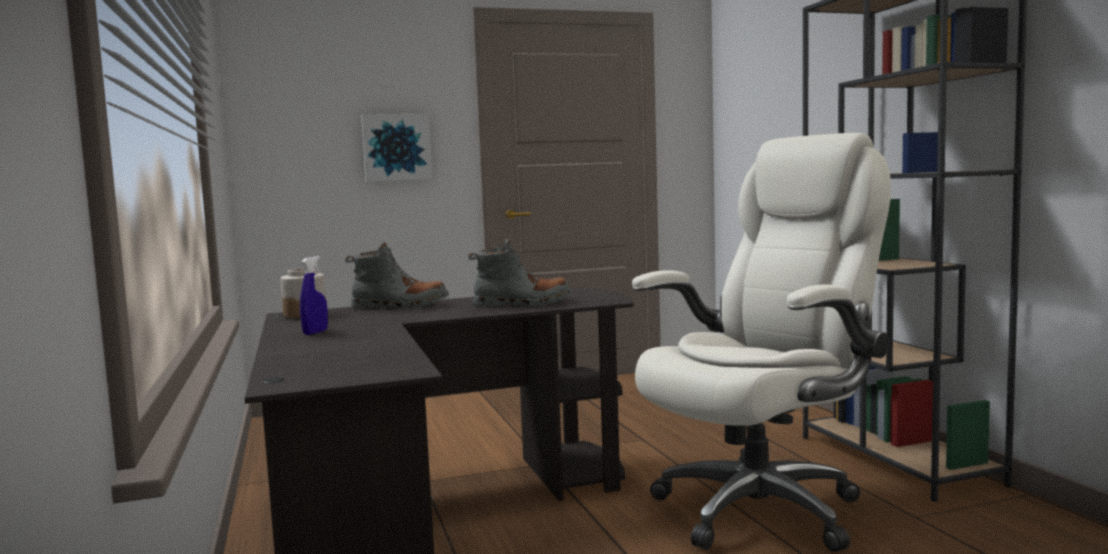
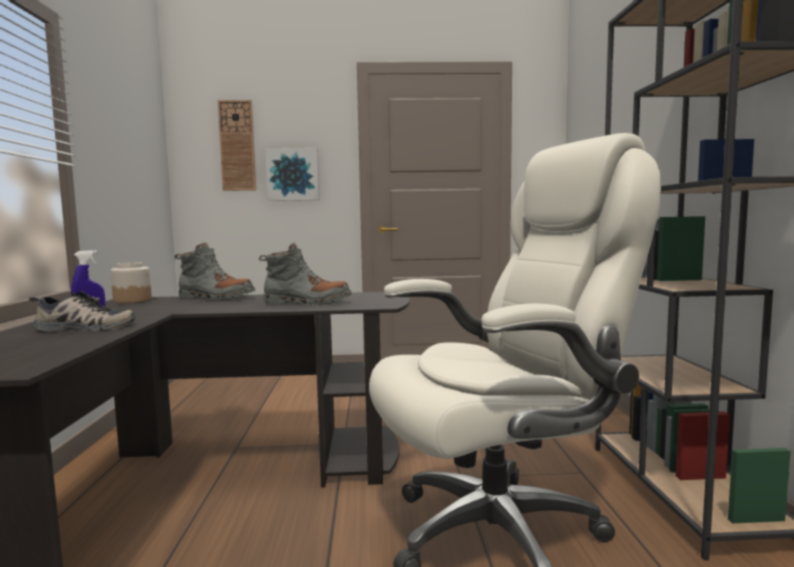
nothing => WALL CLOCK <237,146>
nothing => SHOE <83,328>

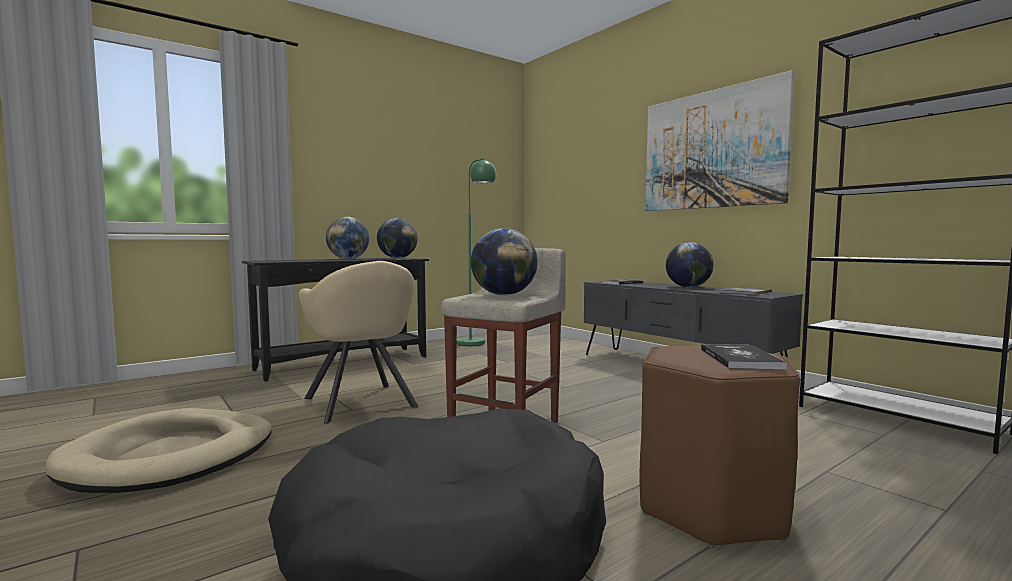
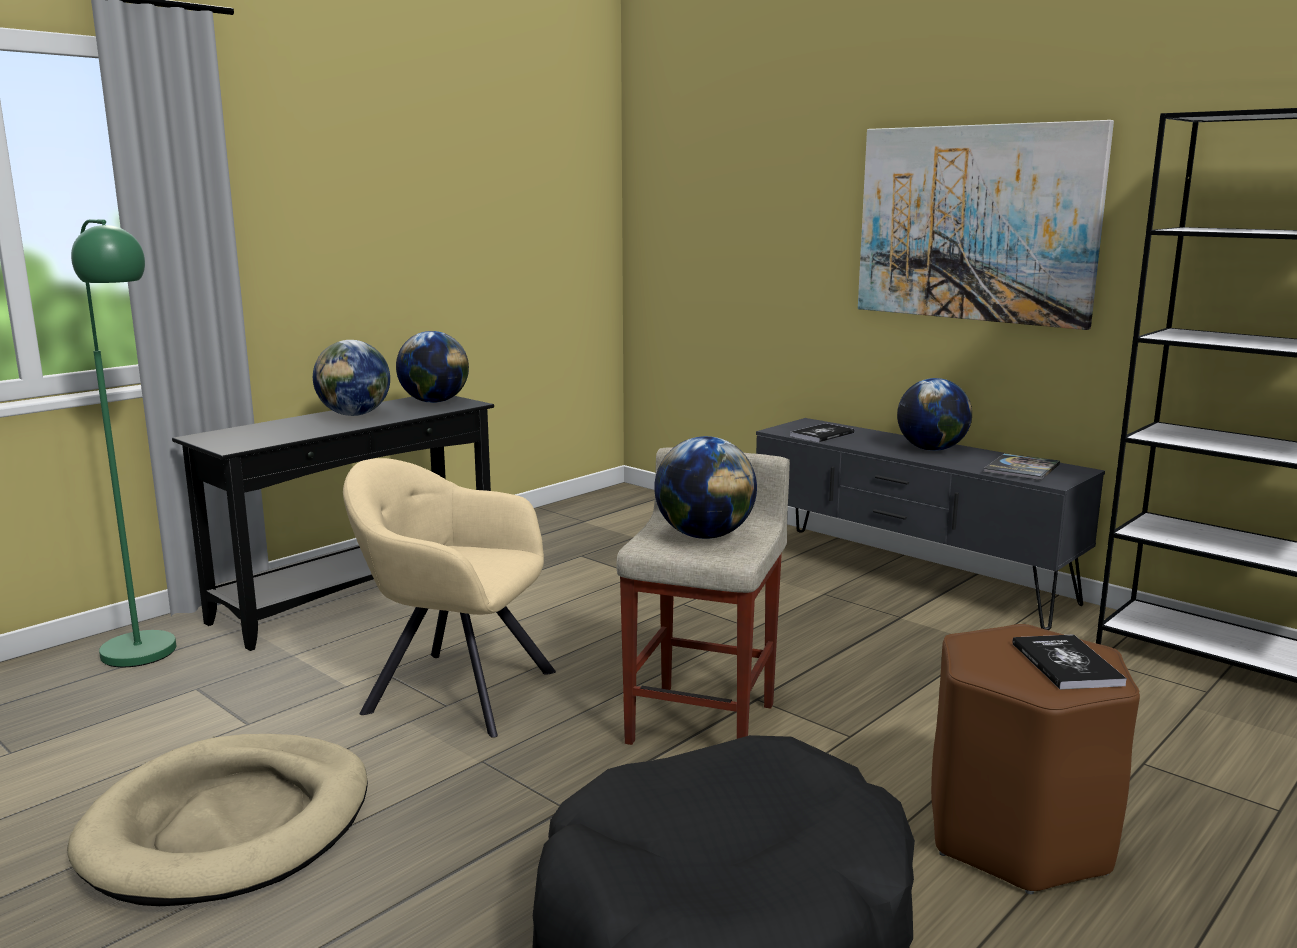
GREEN FLOOR LAMP <475,344> => GREEN FLOOR LAMP <149,659>, shifted
BEIGE ARMCHAIR <361,403> => BEIGE ARMCHAIR <453,690>, 150 degrees clockwise

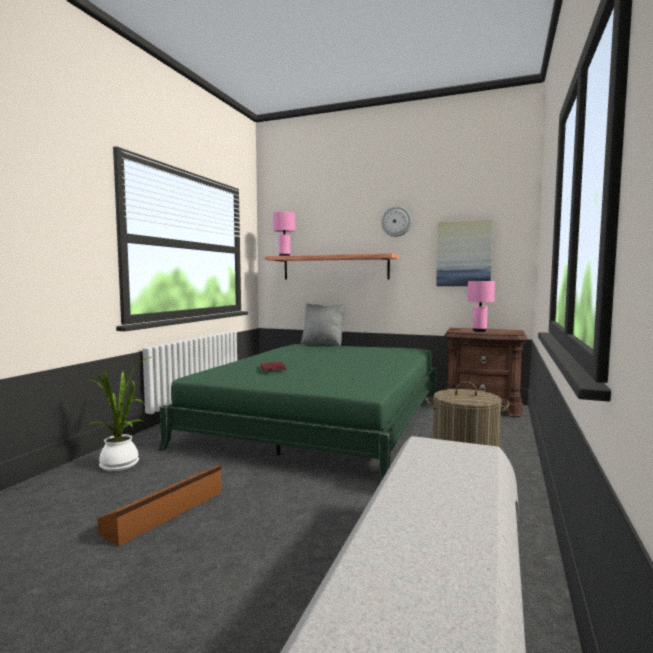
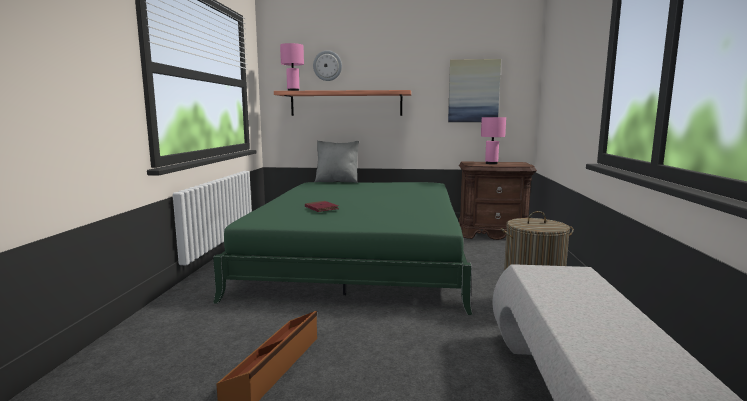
WALL CLOCK <396,221> => WALL CLOCK <327,65>, shifted
POTTED PLANT <122,465> => nothing

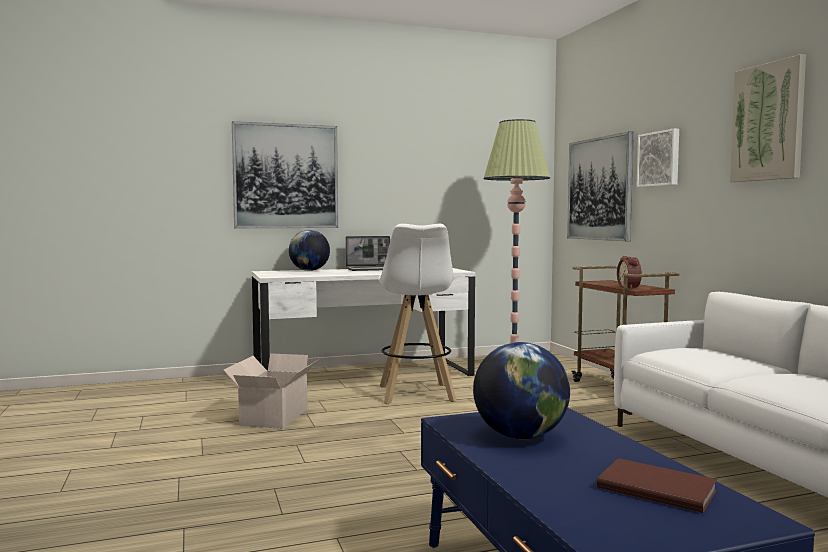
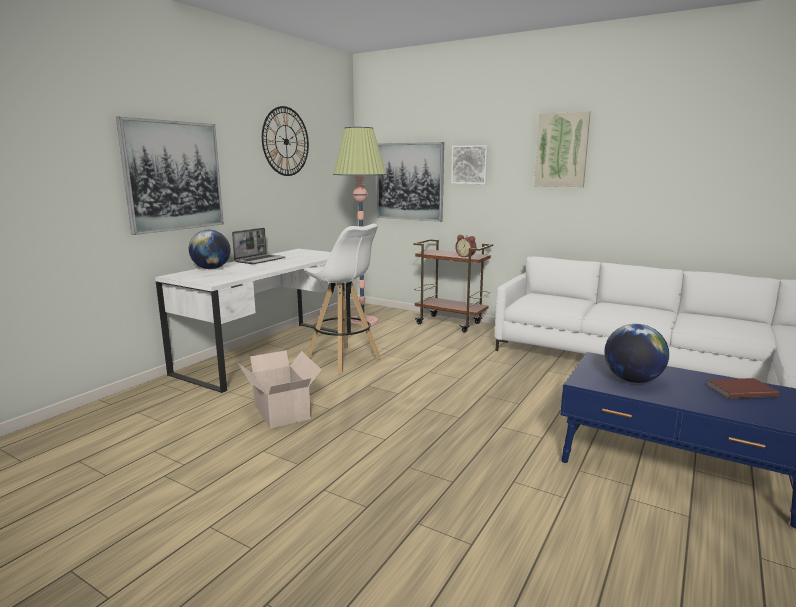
nothing => WALL CLOCK <286,141>

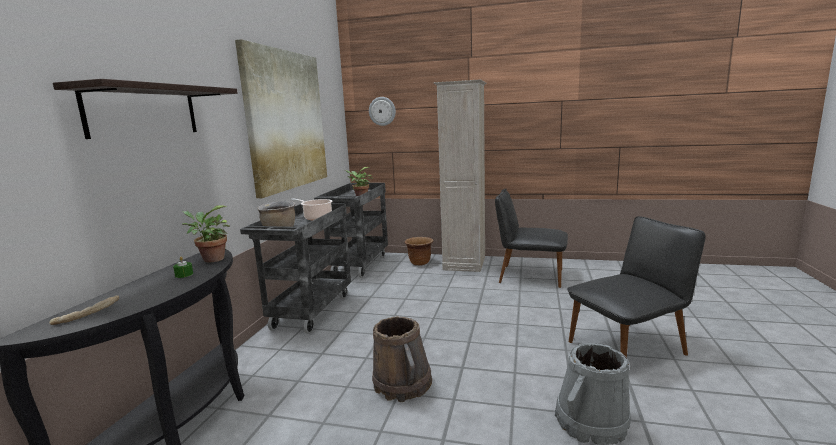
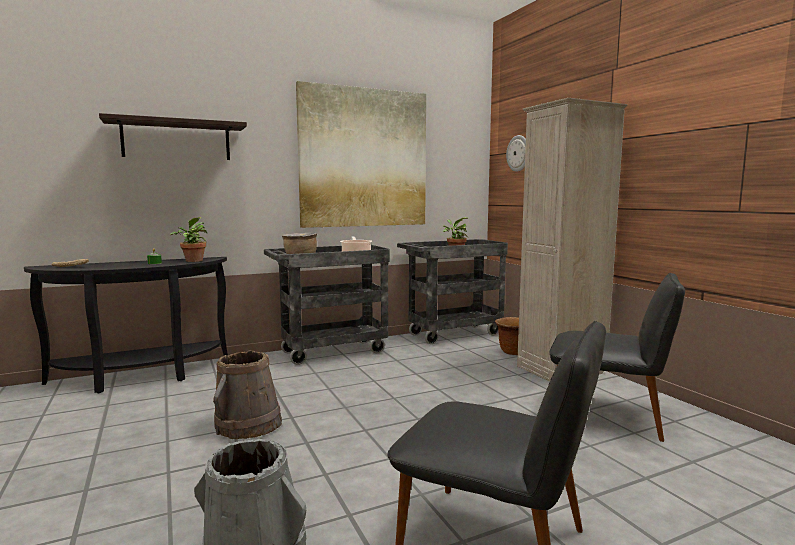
BLACK CHAIR <531,276> => BLACK CHAIR <607,414>, 135 degrees clockwise

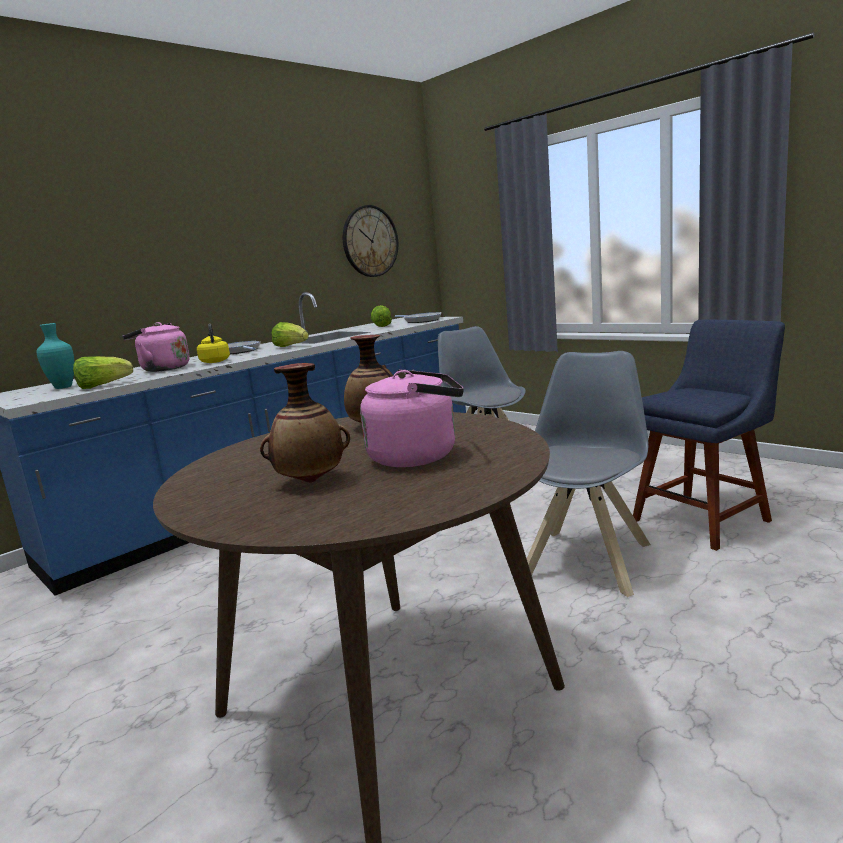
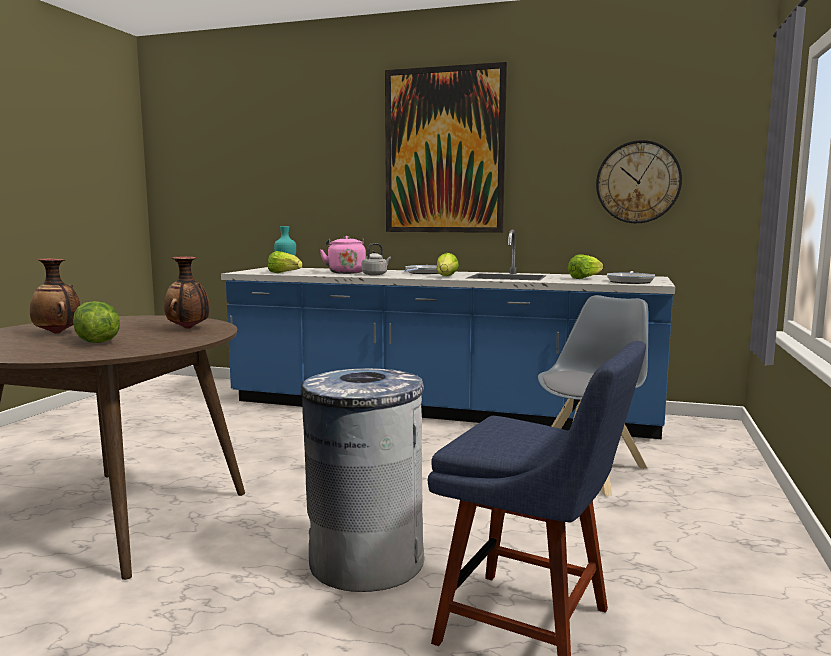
YELLOW KETTLE <215,361> => GREY KETTLE <375,274>
GREY CHAIR <588,559> => GREY TRASH CAN <366,561>
PINK KETTLE <418,456> => LETTUCE <95,341>
nothing => PICTURE <444,151>

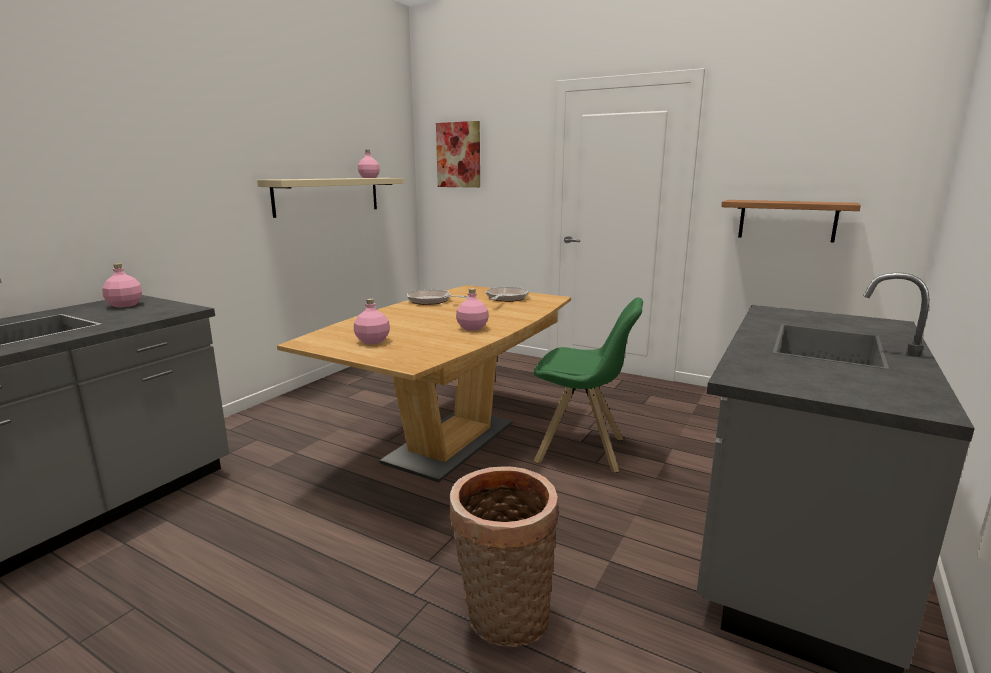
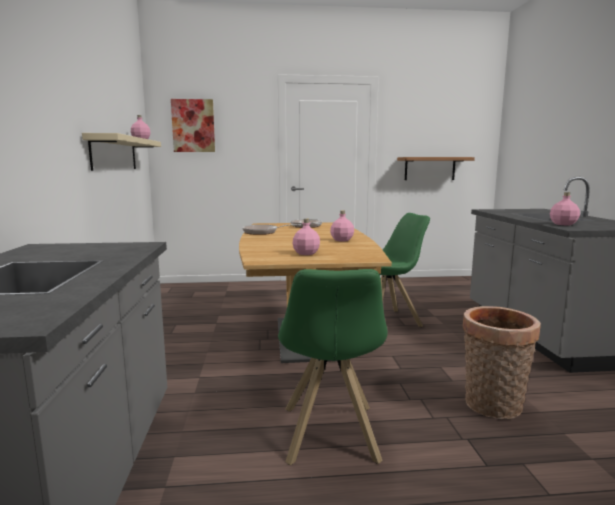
PINK BOTTLE <125,305> => PINK BOTTLE <563,224>, shifted
nothing => GREEN CHAIR <330,434>

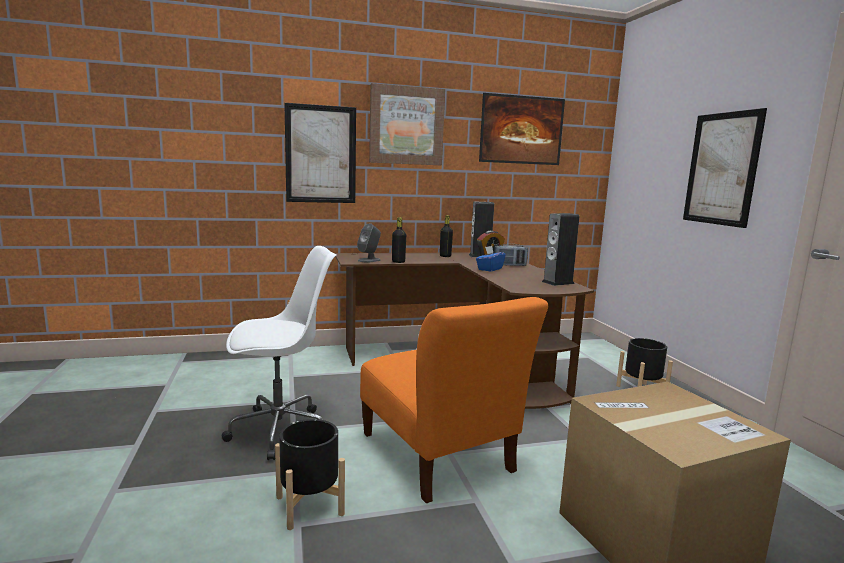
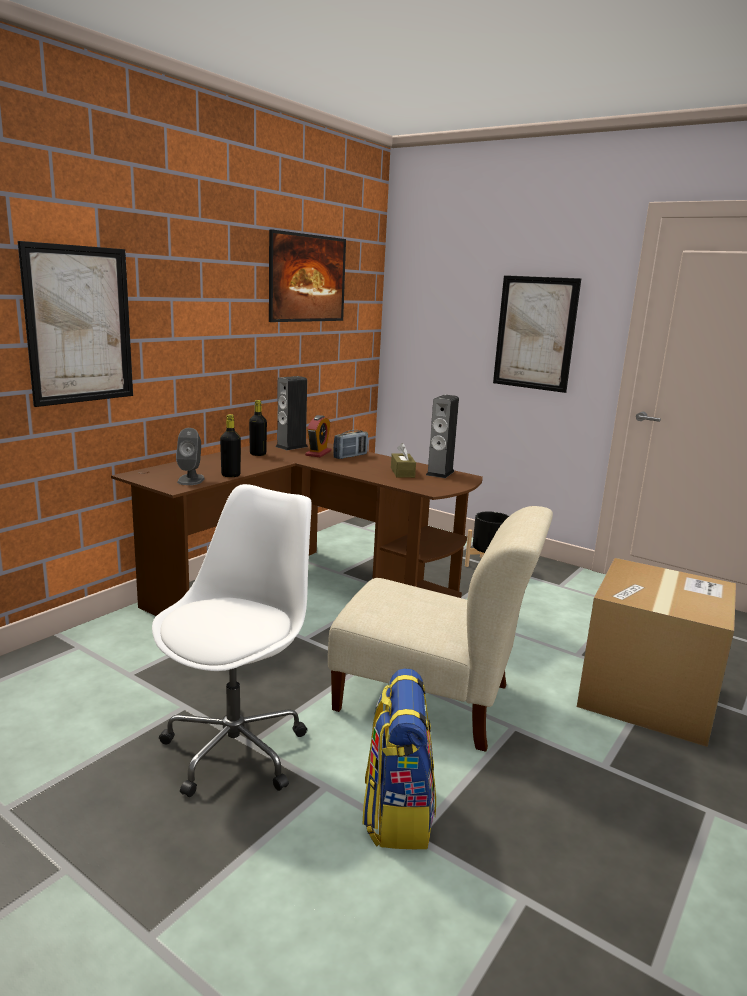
PICTURE <406,126> => nothing
BLUE TISSUE BOX <489,269> => nothing
ORANGE CHAIR <438,456> => BEIGE CHAIR <430,701>
BLACK PLANTER <309,505> => BACKPACK <397,812>
nothing => BROWN TISSUE BOX <402,472>

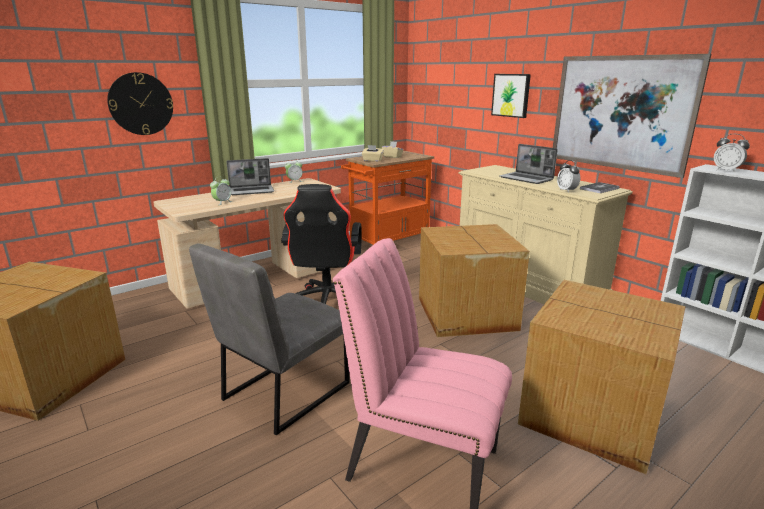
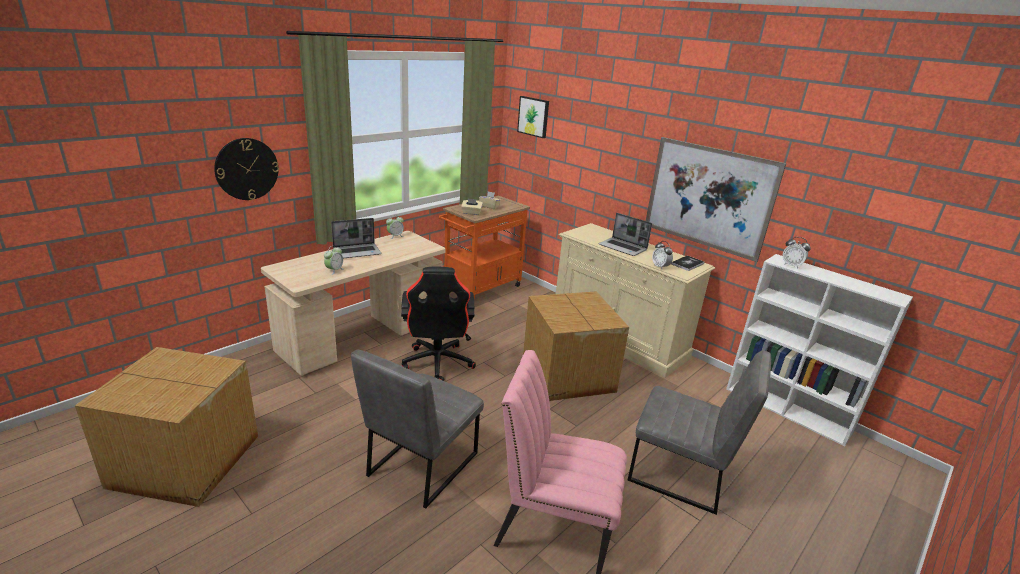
PICTURE <511,95> => PICTURE <534,116>, shifted
CARDBOARD BOX <593,415> => GREY CHAIR <680,475>

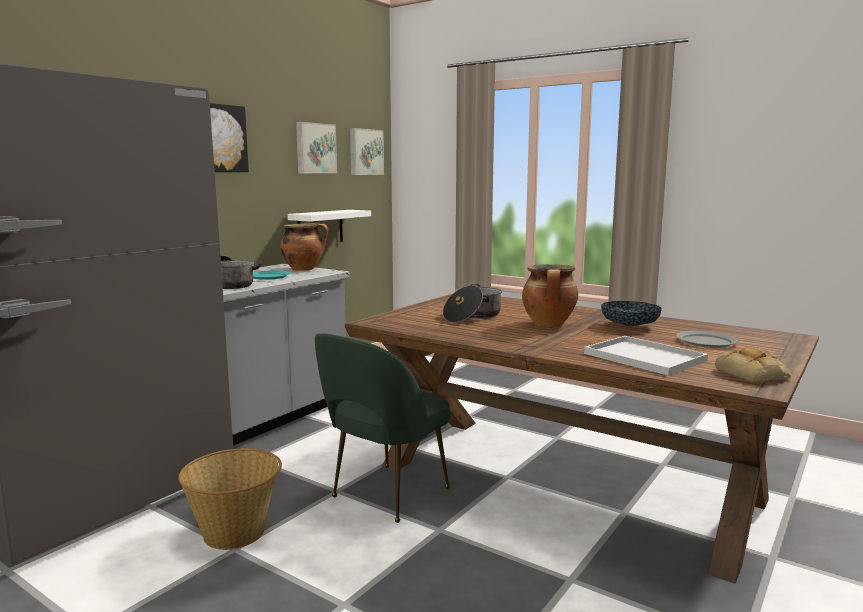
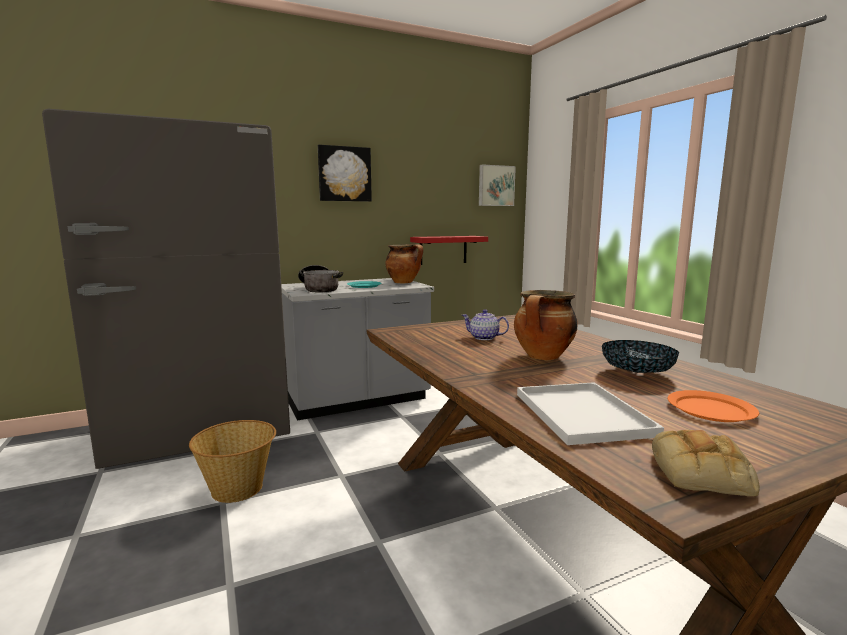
PICTURE <315,148> => nothing
WHITE SHELF <320,228> => RED SHELF <443,250>
COOKING POT <472,316> => TEAPOT <484,338>
GREY PLATE <706,341> => ORANGE PLATE <711,409>
GREEN CHAIR <384,496> => nothing

